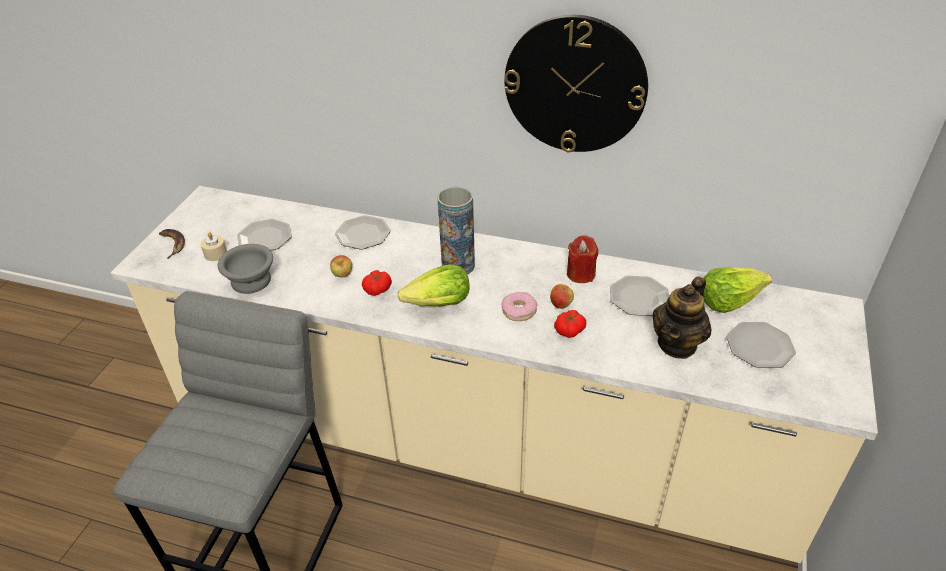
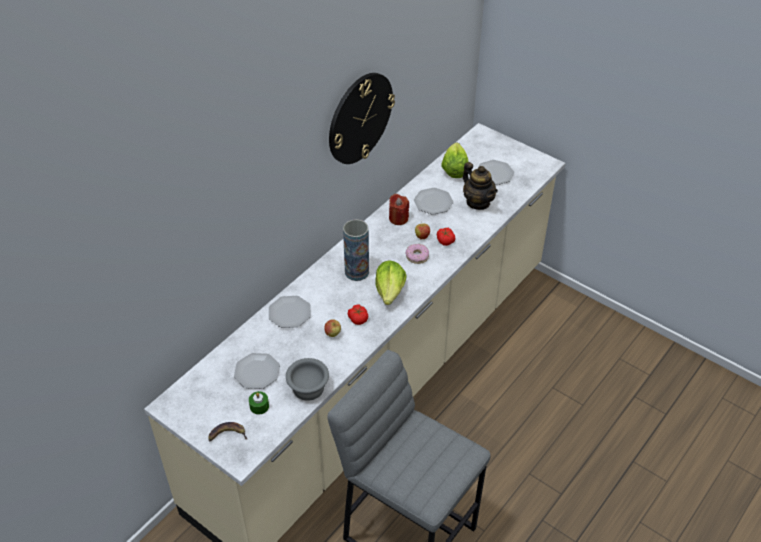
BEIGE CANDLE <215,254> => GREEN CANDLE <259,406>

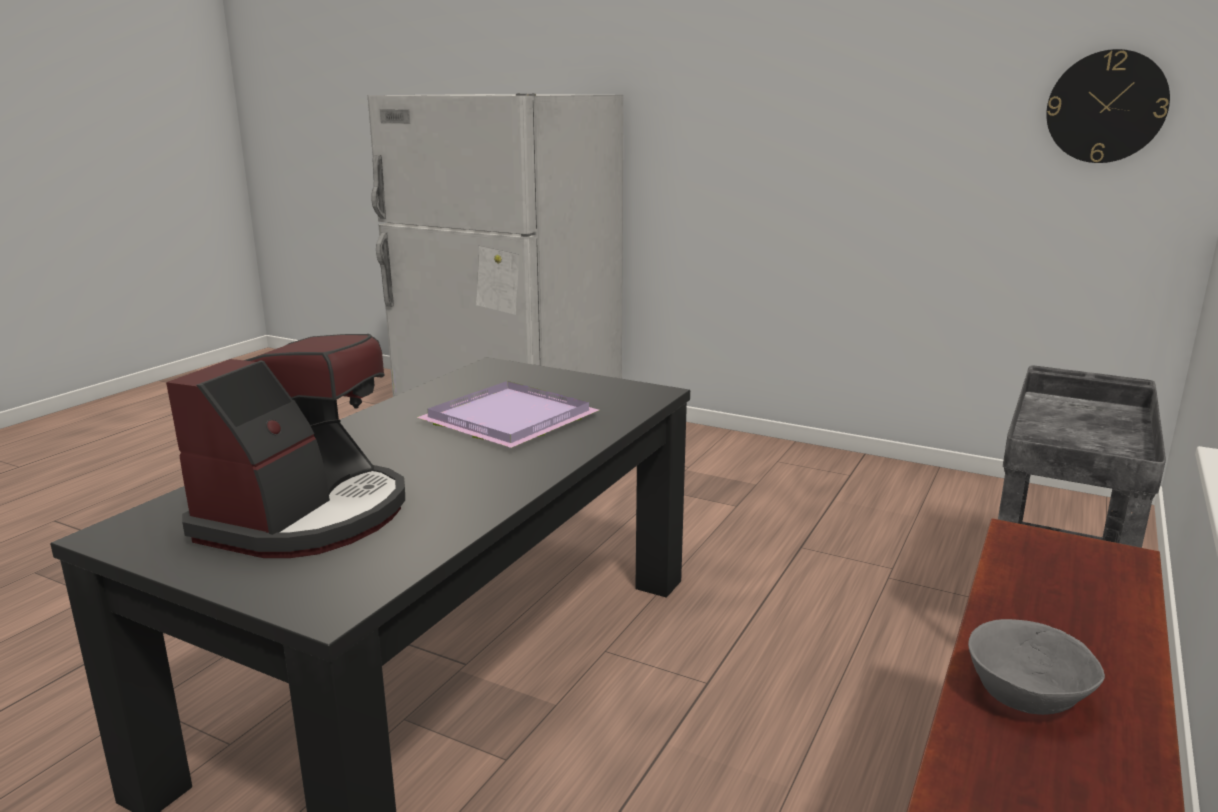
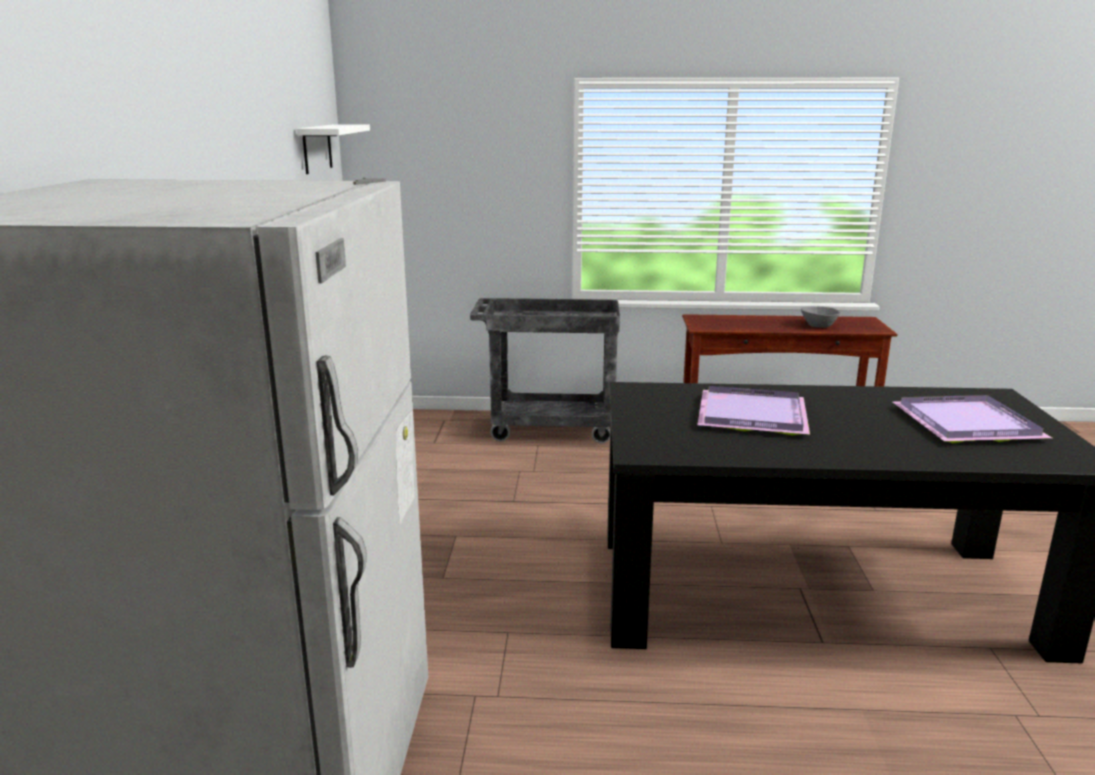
WALL CLOCK <1106,107> => WHITE SHELF <317,148>
COFFEE MACHINE <307,516> => PURPLE TRAY <966,424>

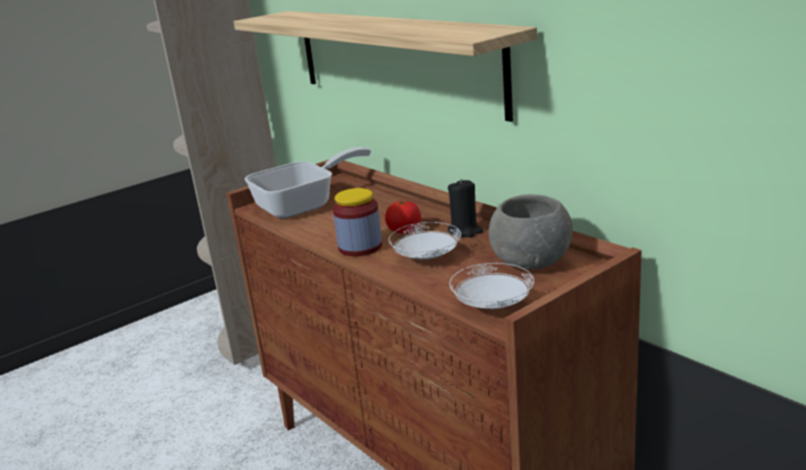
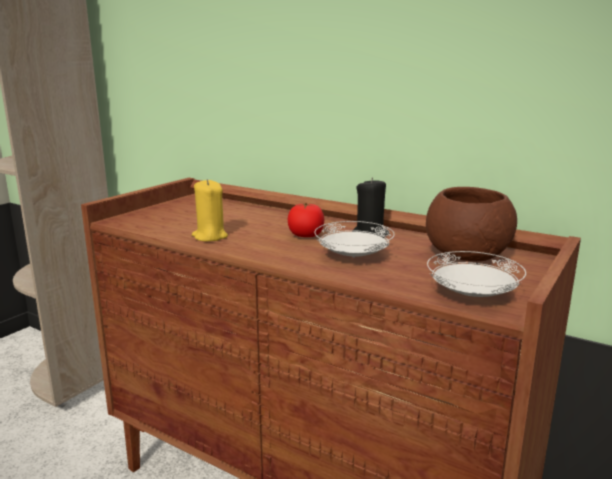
SHELF <393,59> => nothing
FRYING PAN <304,205> => nothing
JAR <360,247> => nothing
GREY BOWL <532,262> => BROWN BOWL <467,256>
nothing => YELLOW CANDLE <210,236>

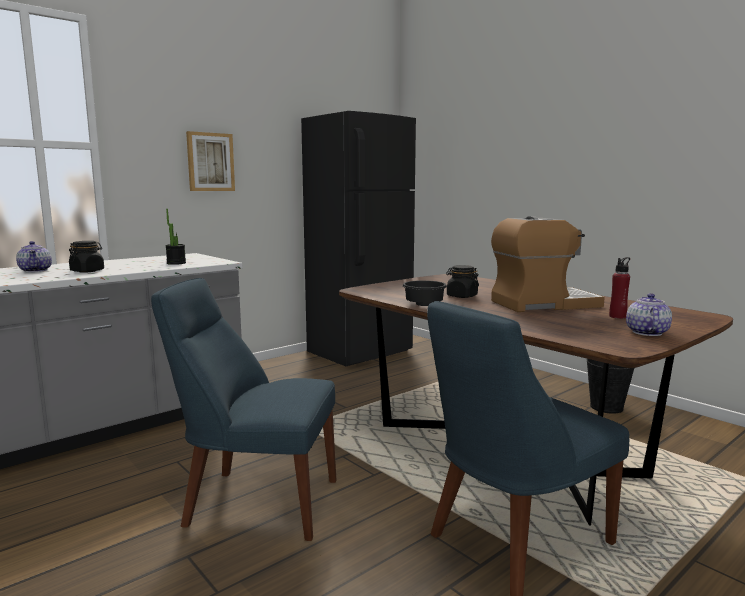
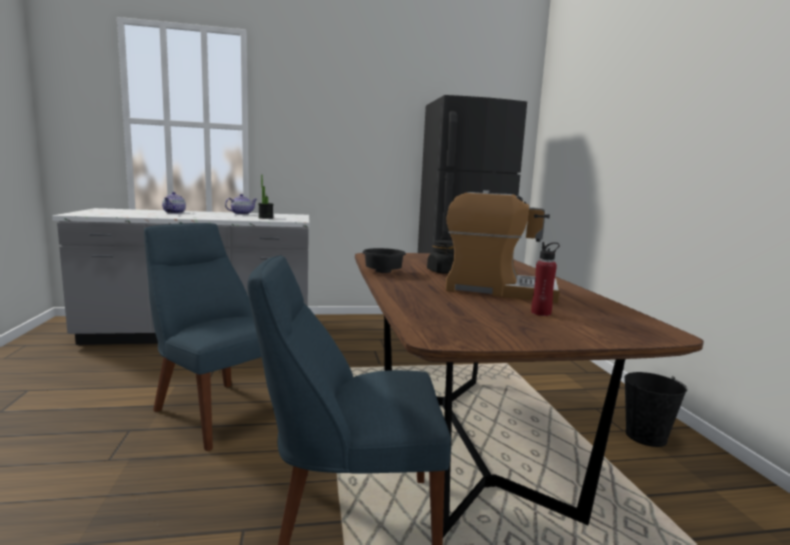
PICTURE <210,162> => nothing
BLACK JAR <87,271> => nothing
TEAPOT <646,332> => TEAPOT <241,214>, shifted

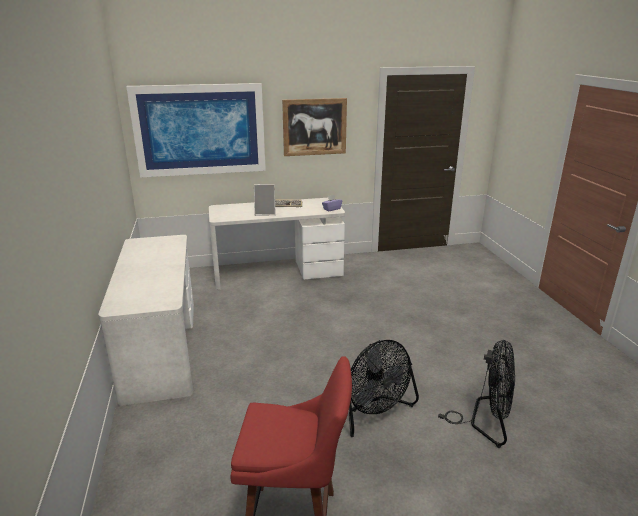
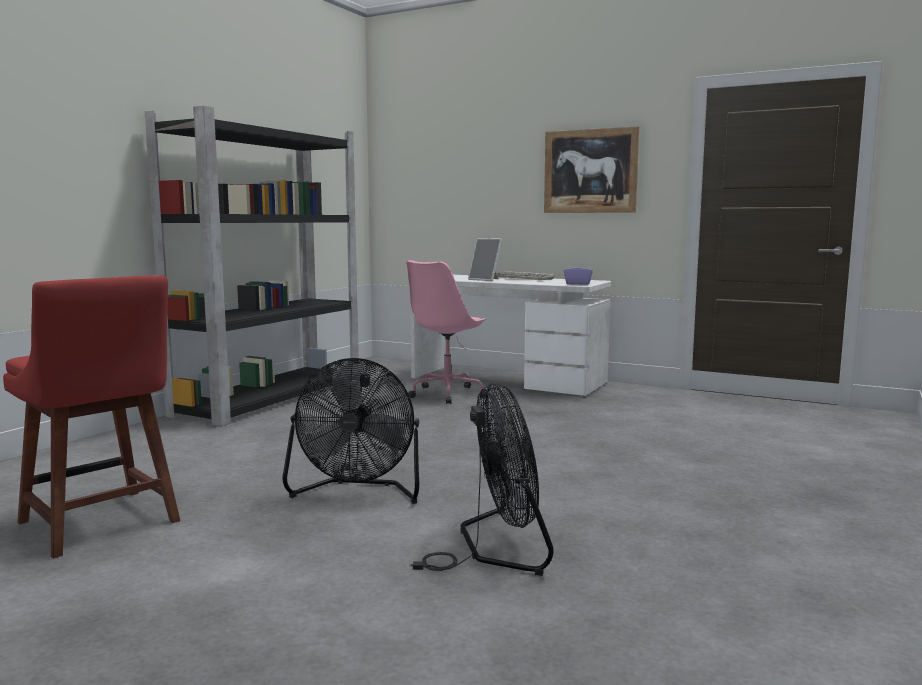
PICTURE <200,130> => nothing
WHITE DESK <161,347> => BLACK BOOKCASE <272,397>
BLACK FAN <485,417> => BLACK FAN <491,545>, 75 degrees counterclockwise
nothing => PINK OFFICE CHAIR <446,395>

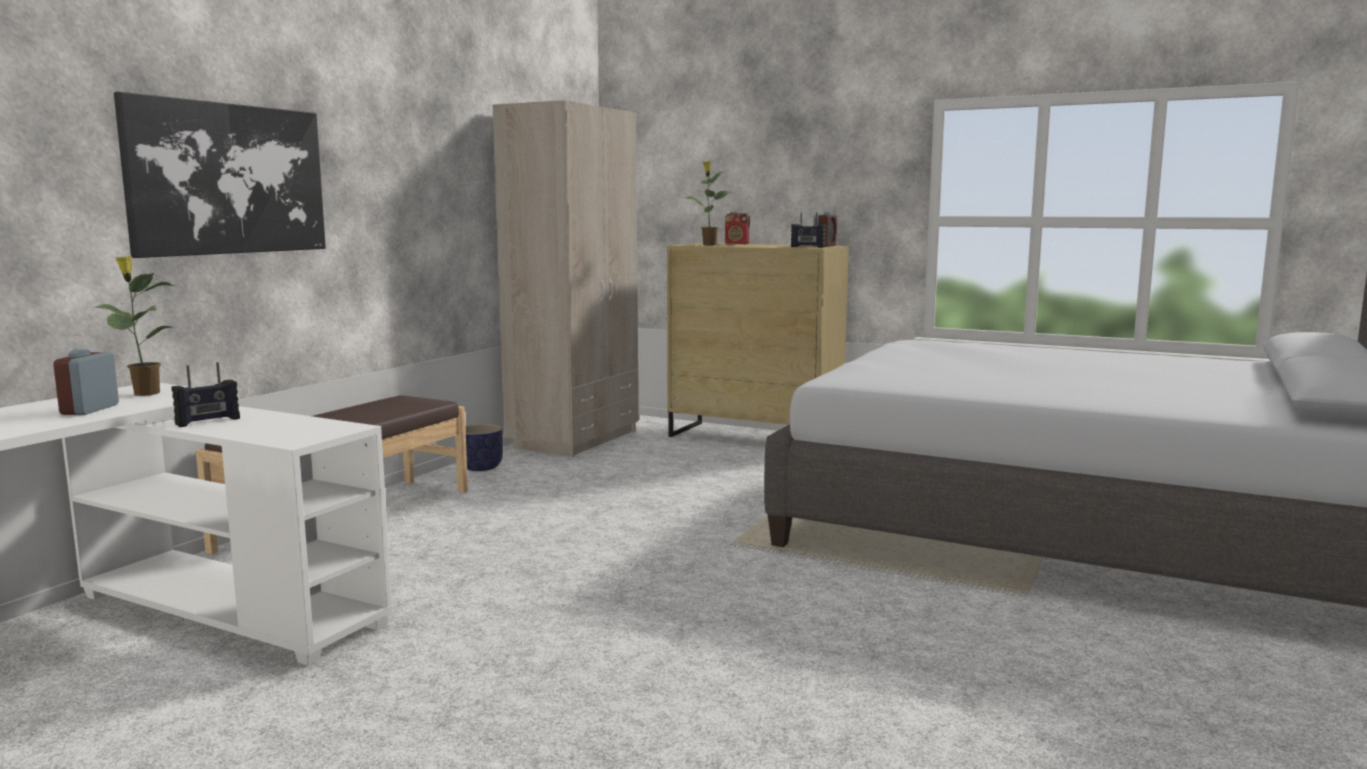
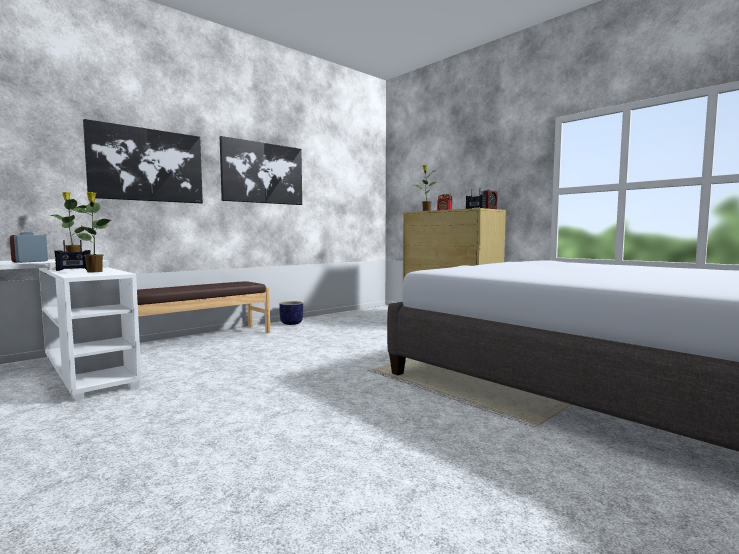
BEIGE WARDROBE <575,439> => nothing
nothing => PICTURE <263,173>
nothing => POTTED PLANT <95,271>

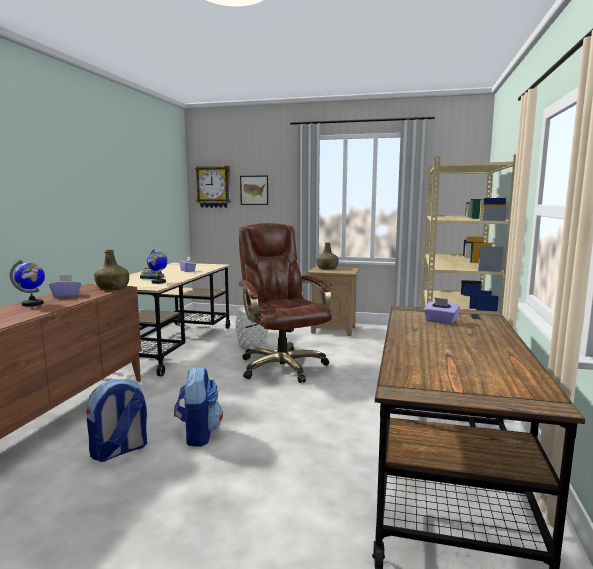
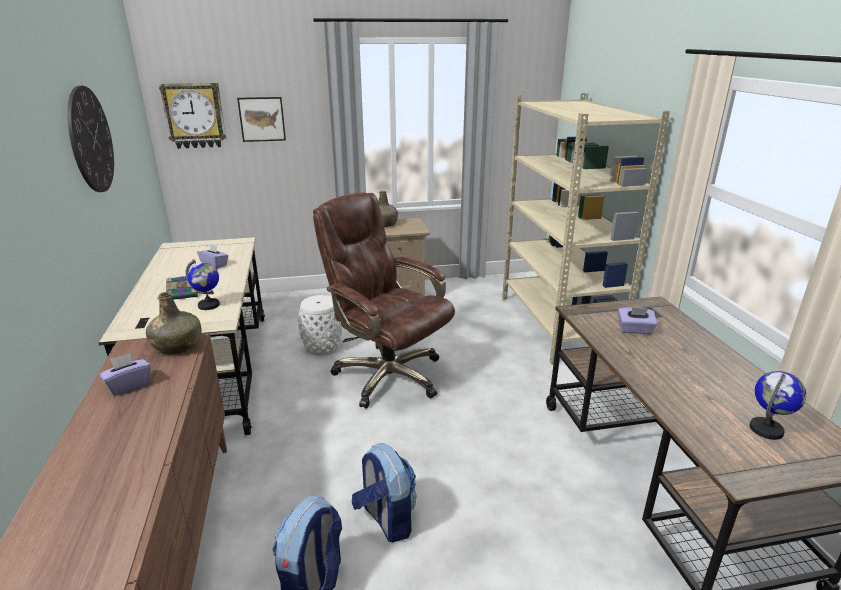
GLOBE <32,304> => GLOBE <766,429>, shifted
nothing => WALL CLOCK <91,140>

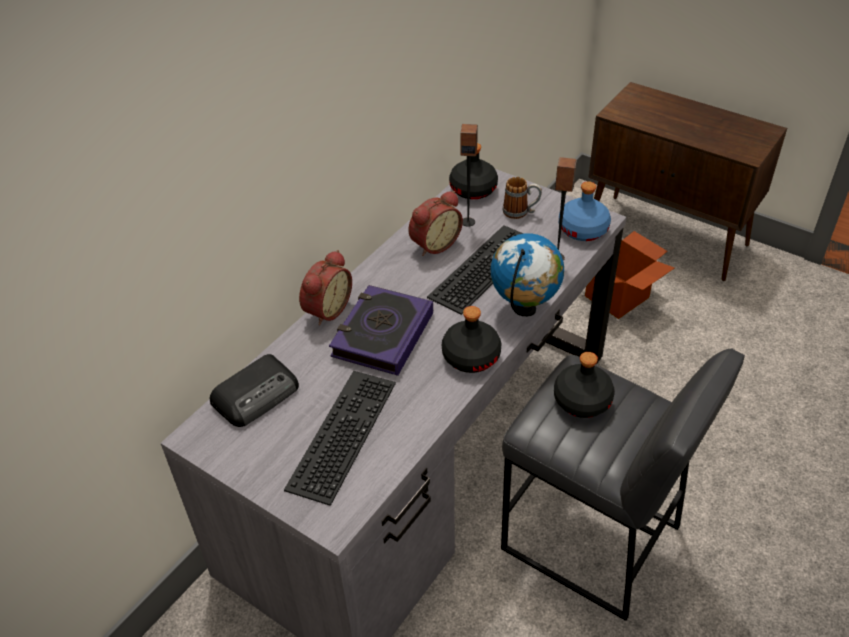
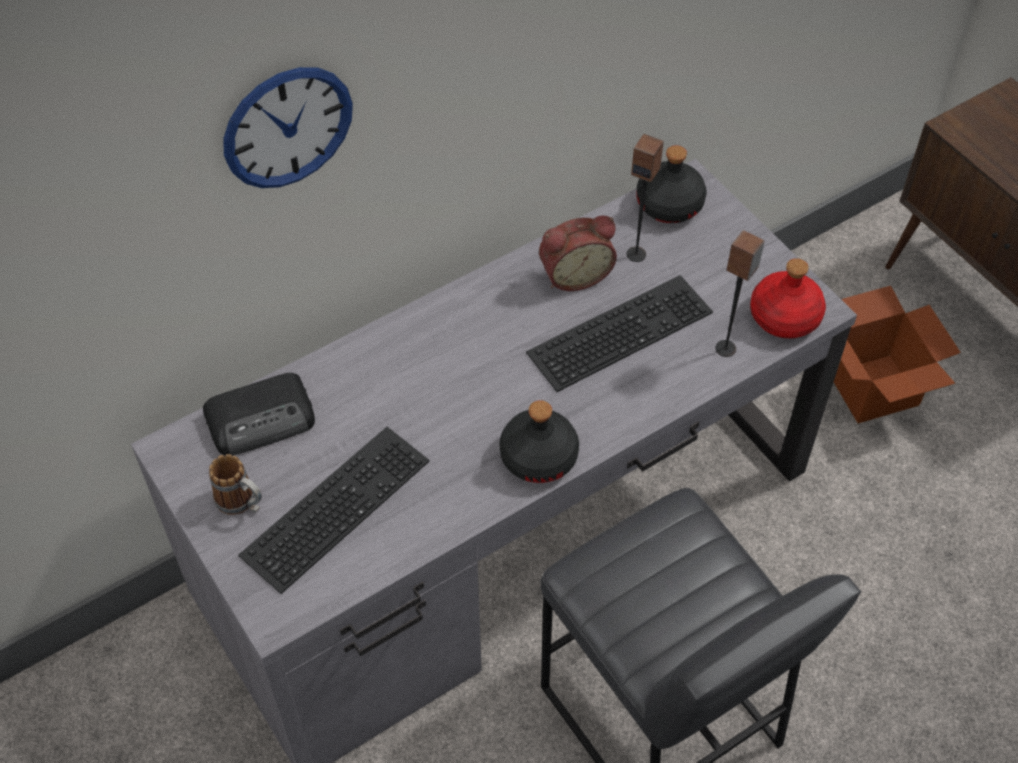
MUG <521,212> => MUG <242,503>, shifted
BLUE BOTTLE <583,229> => RED BOTTLE <785,316>
GLOBE <524,309> => nothing
ALARM CLOCK <326,309> => nothing
BOOK <382,335> => nothing
BLACK BOTTLE <581,400> => nothing
nothing => WALL CLOCK <287,127>

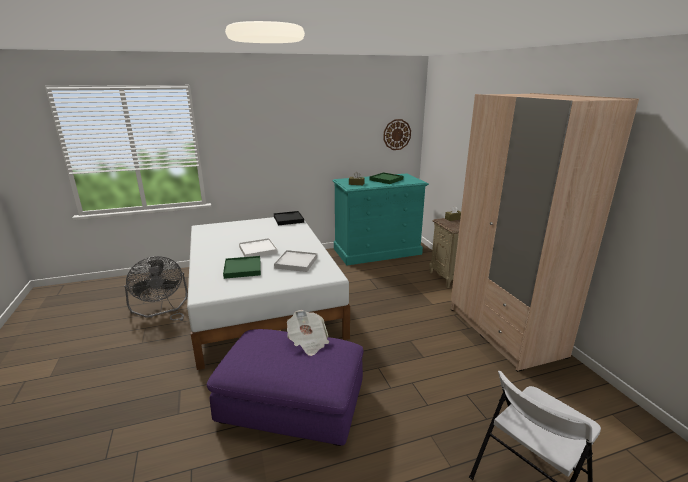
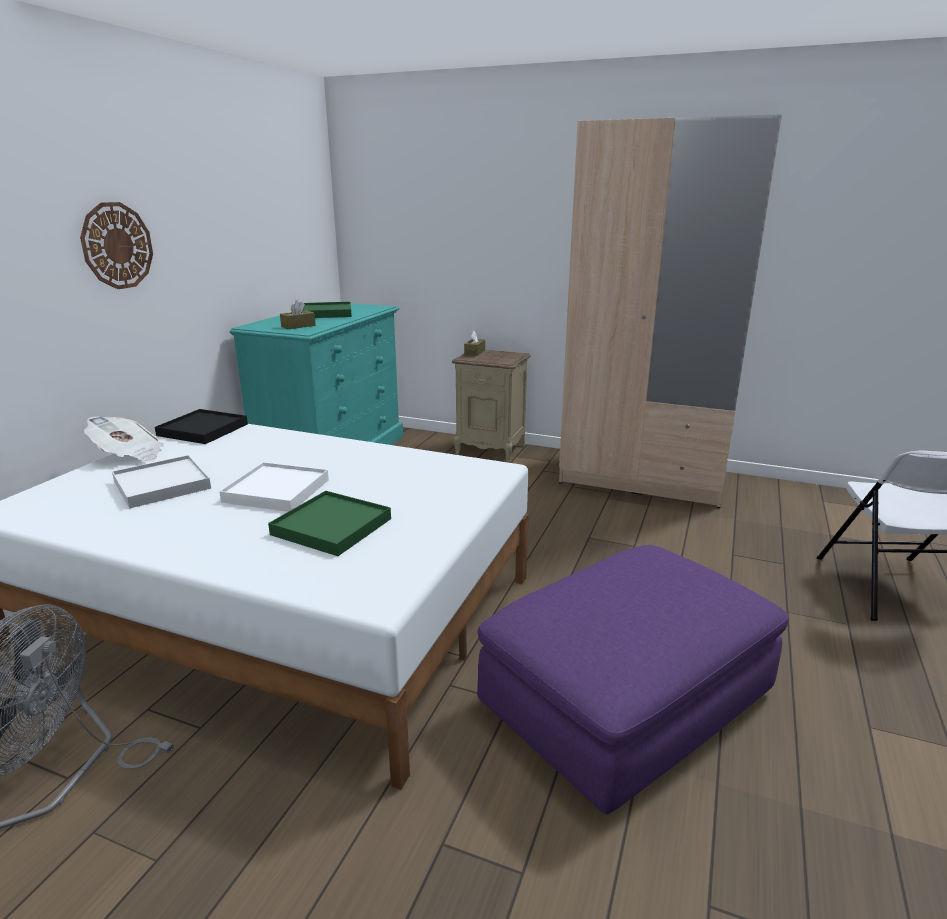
WALL CLOCK <397,134> => WALL CLOCK <117,246>, shifted
WHITE TRAY <296,263> => WHITE TRAY <162,485>, shifted
NEWSPAPER <308,342> => NEWSPAPER <129,455>, shifted

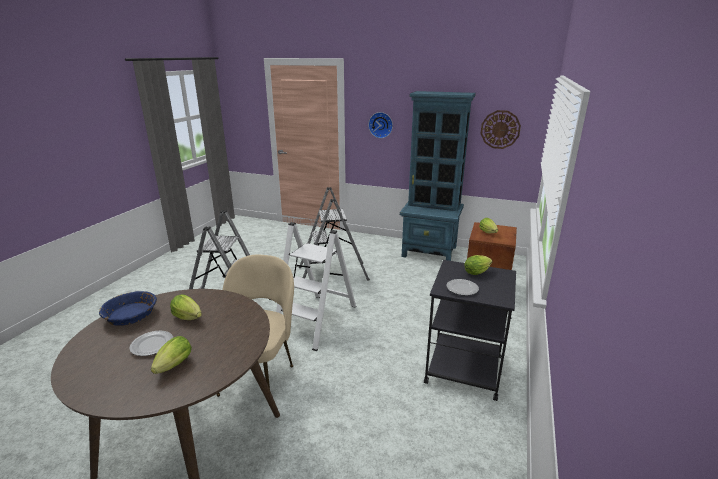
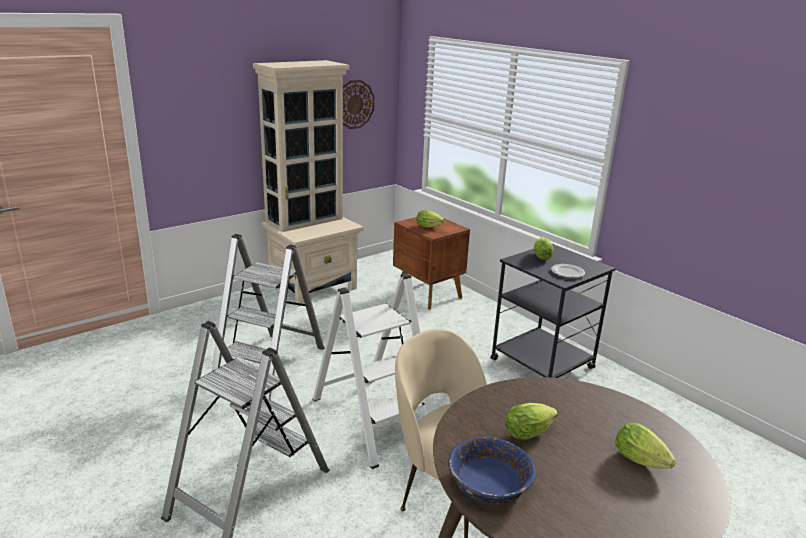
BLUE CABINET <429,252> => BEIGE CABINET <313,287>
WALL CLOCK <381,125> => nothing
PLATE <152,345> => nothing

